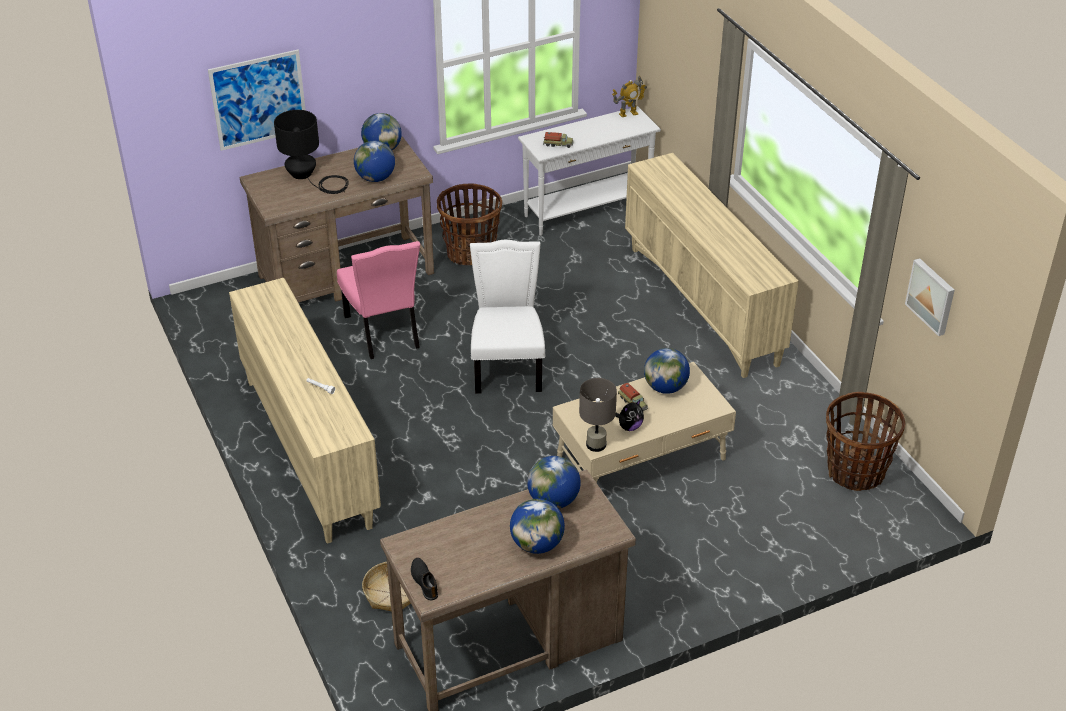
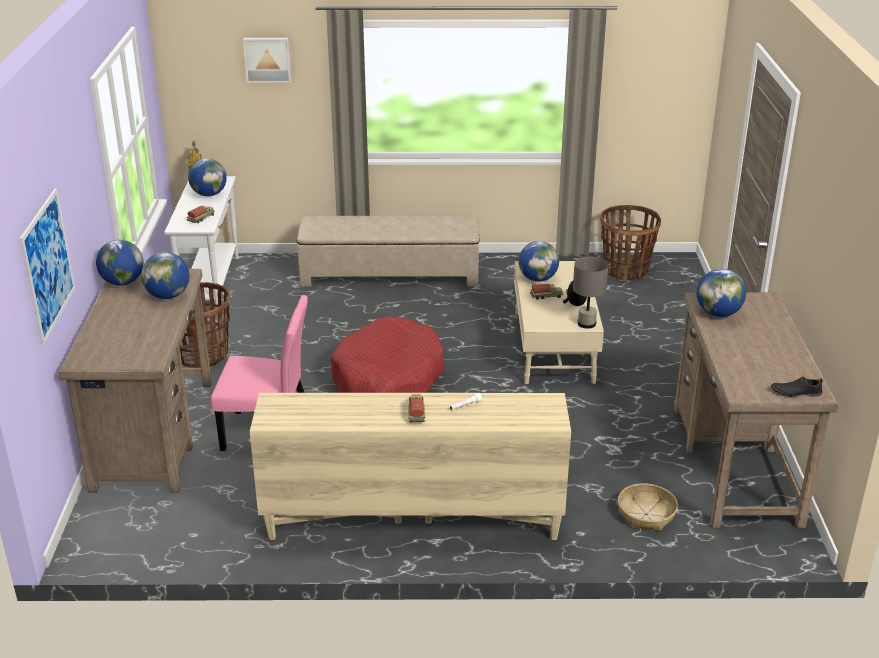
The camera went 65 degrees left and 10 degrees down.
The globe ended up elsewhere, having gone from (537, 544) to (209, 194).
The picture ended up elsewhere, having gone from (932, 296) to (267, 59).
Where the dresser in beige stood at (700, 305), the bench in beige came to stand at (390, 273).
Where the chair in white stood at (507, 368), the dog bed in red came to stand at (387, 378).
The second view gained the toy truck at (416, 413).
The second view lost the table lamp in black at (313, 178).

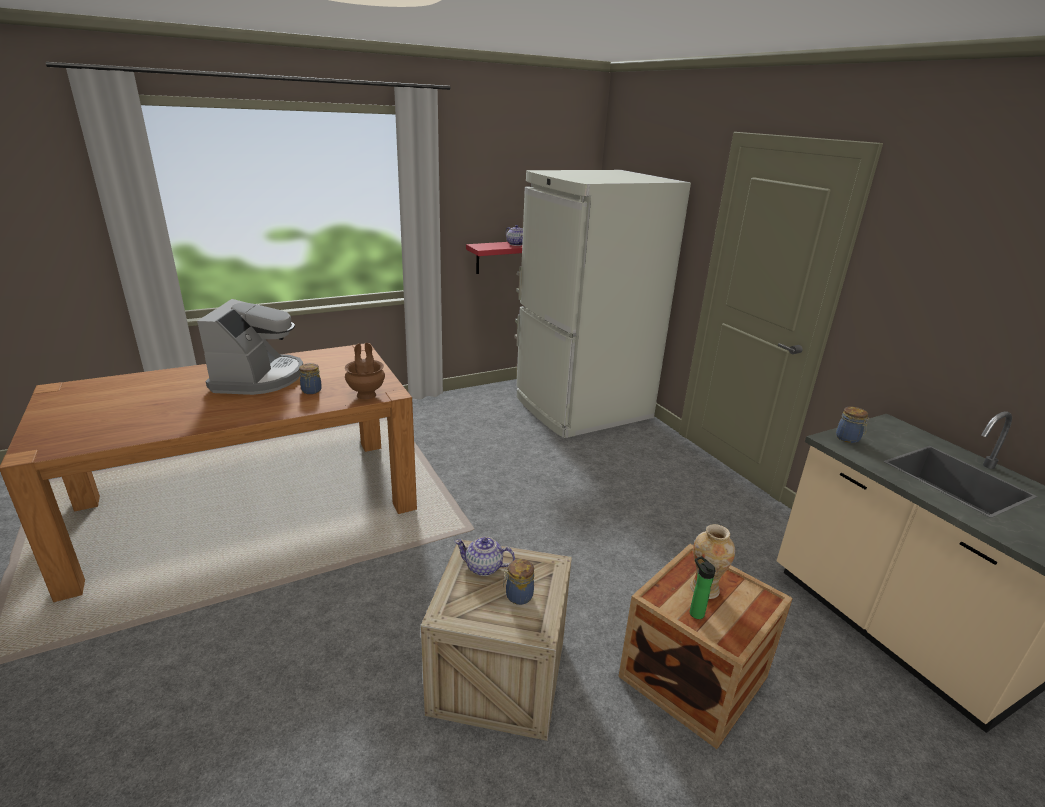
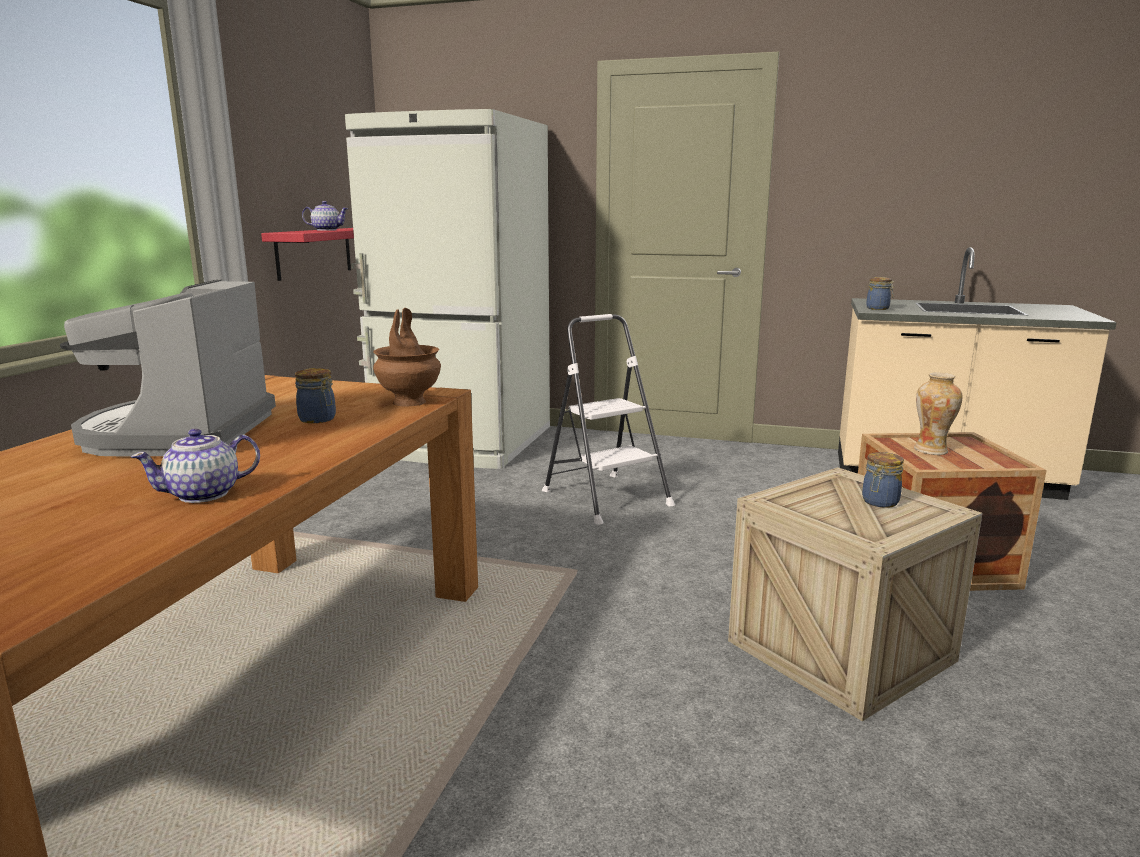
The camera went 45 degrees left and 10 degrees down.
The coffee machine at (259, 378) ended up facing another way, 135 degrees counterclockwise from before.
The teapot ended up elsewhere, having gone from (484, 567) to (204, 494).
The second view gained the step ladder in white at (604, 496).
The second view lost the bottle at (695, 612).

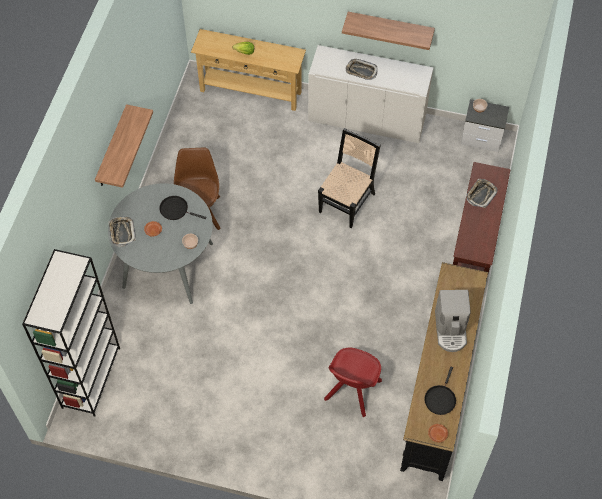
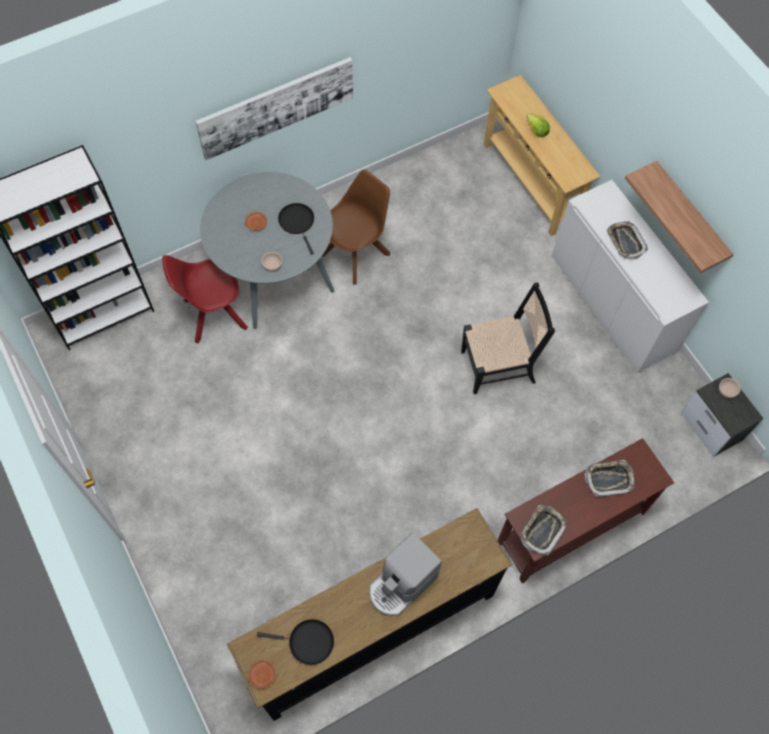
The camera went 45 degrees right and 5 degrees up.
The chair in red ended up elsewhere, having gone from (352, 391) to (213, 314).
Where the shelf hung at (112, 148), the picture came to hang at (276, 107).
The frying pan in black at (440, 398) ended up facing another way, 150 degrees counterclockwise from before.
The tray ended up elsewhere, having gone from (122, 232) to (542, 530).

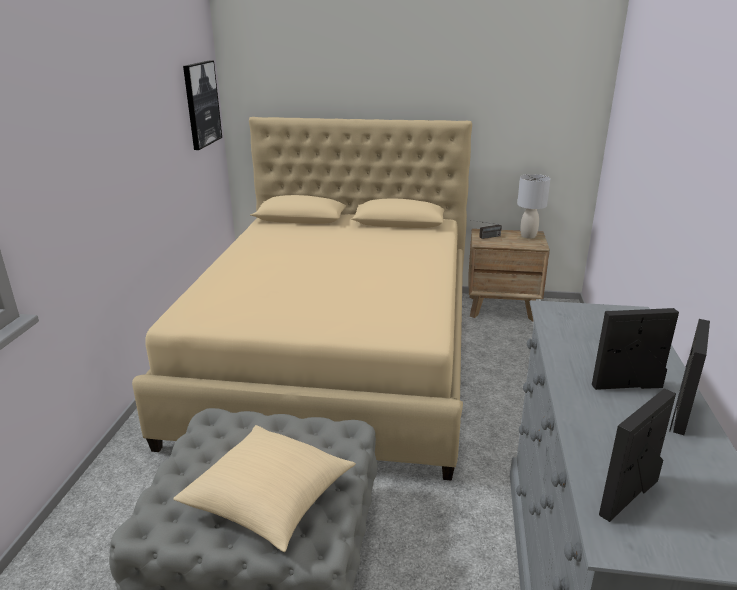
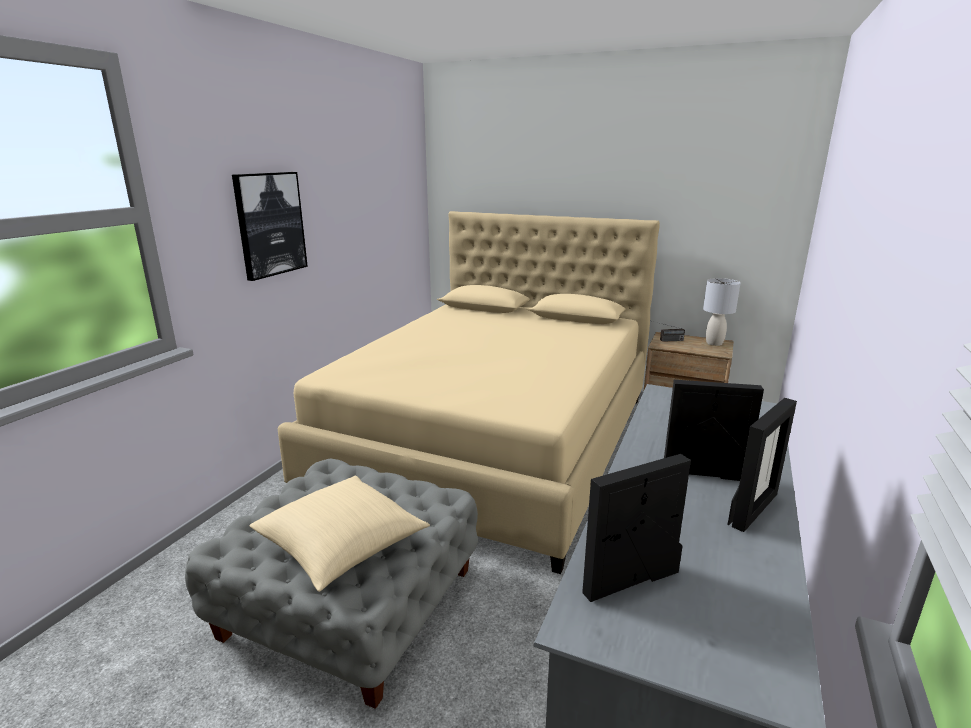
The camera went 15 degrees right and 5 degrees down.
The picture ended up elsewhere, having gone from (201, 104) to (270, 224).

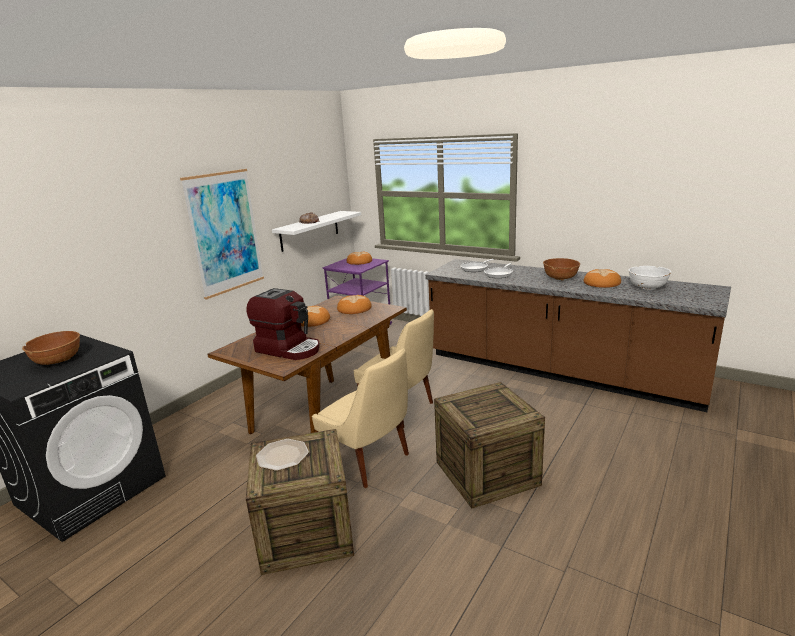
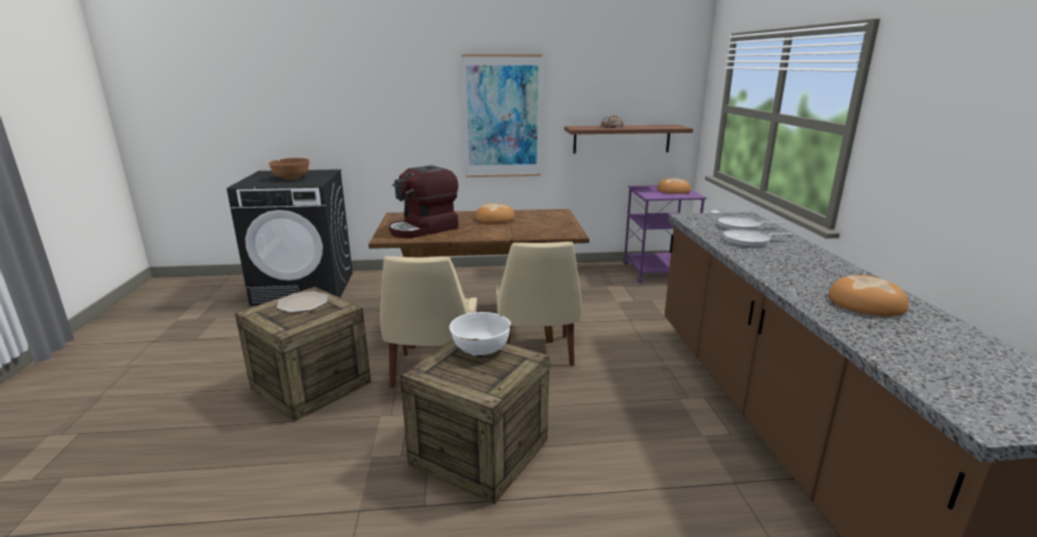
The camera went 50 degrees right and 0 degrees up.
The coffee machine at (289, 349) ended up facing another way, 60 degrees clockwise from before.
The bowl in white ended up elsewhere, having gone from (647, 287) to (481, 349).
What was the shelf in white at (309, 230) turned into the shelf in brown at (621, 139).
The second view lost the bread at (354, 308).
The second view lost the bowl in brown at (560, 278).

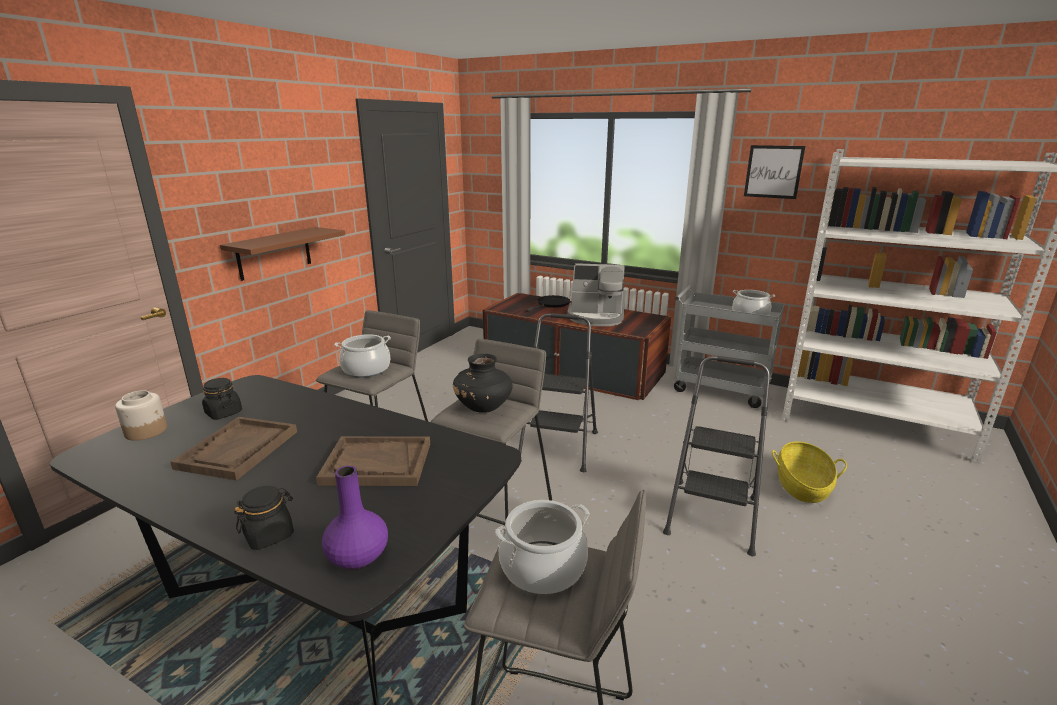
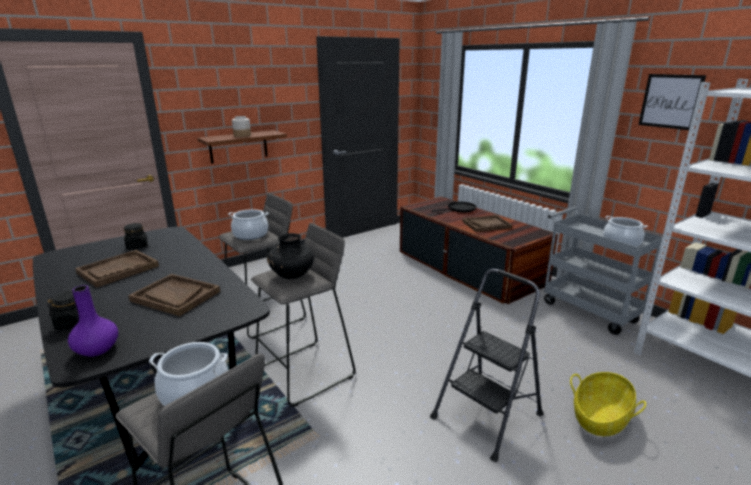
The camera went 25 degrees right and 0 degrees up.
The jar ended up elsewhere, having gone from (147, 431) to (242, 135).
Where the coffee machine stood at (596, 317), the tray in brown came to stand at (486, 225).
The second view lost the step ladder in black at (559, 444).

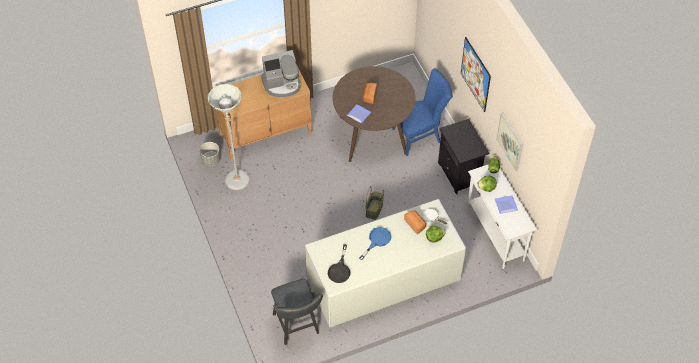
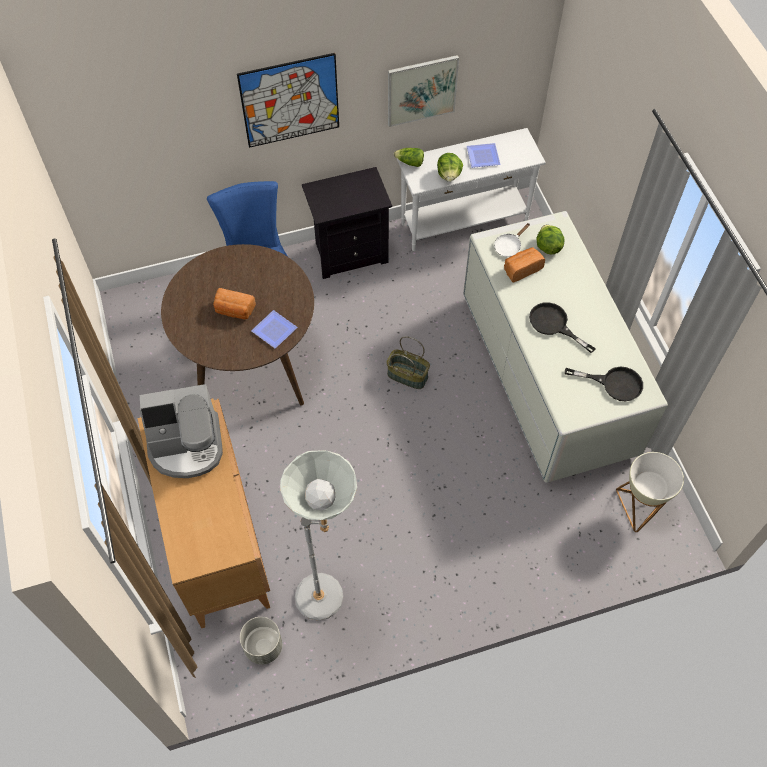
The camera went 85 degrees left and 5 degrees up.
The coffee machine at (282, 84) ended up facing another way, 90 degrees clockwise from before.
What was the frying pan in blue at (377, 240) turned into the frying pan in black at (553, 325).
Where the stool in grey stood at (297, 328), the planter came to stand at (639, 506).

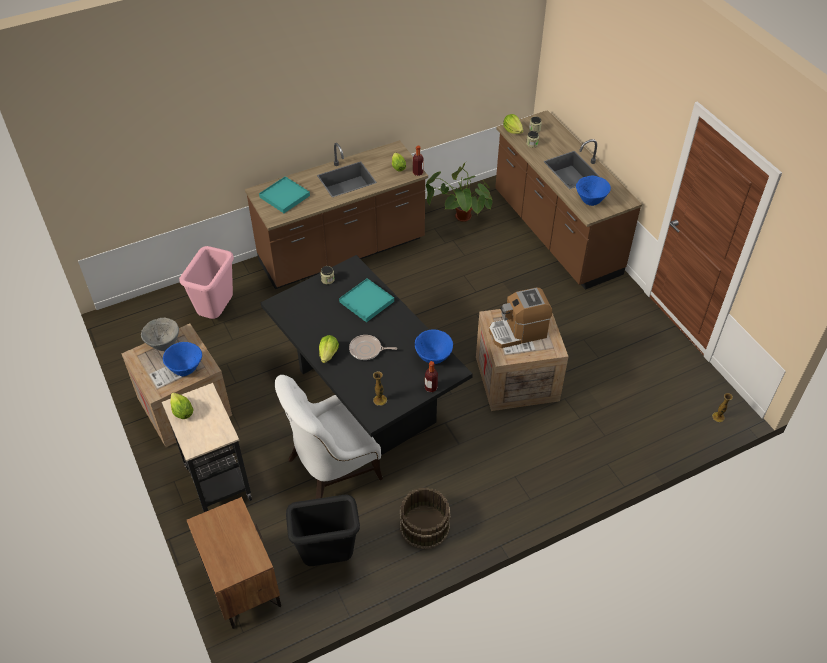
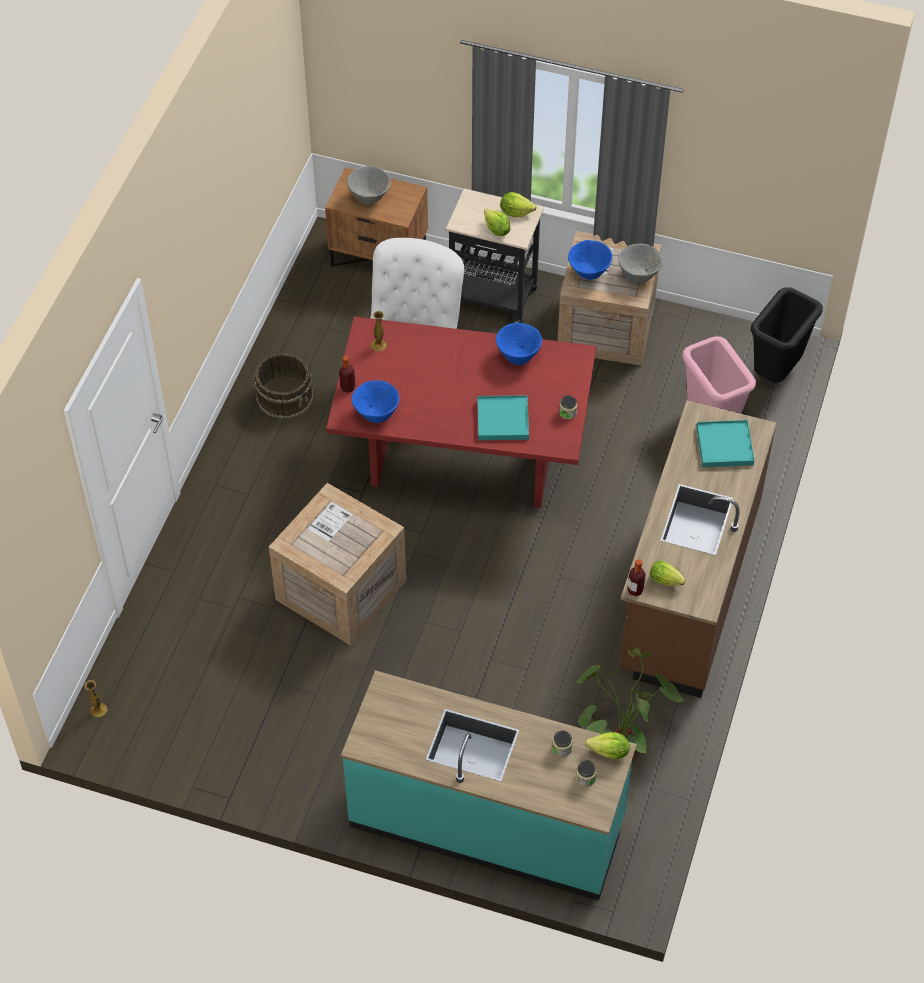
The camera went 135 degrees right and 5 degrees up.
What was the dining table in black at (365, 396) turned into the dining table in red at (464, 458).
What was the counter in brown at (555, 234) turned into the counter in turquoise at (487, 822).
The second view gained the bowl in grey at (369, 198).
The lettuce ended up elsewhere, having gone from (328, 354) to (496, 230).
The bowl in blue ended up elsewhere, having gone from (590, 201) to (518, 356).
The trash can in black ended up elsewhere, having gone from (327, 558) to (776, 372).
The second view lost the frying pan at (367, 350).
The second view lost the coffee machine at (518, 332).

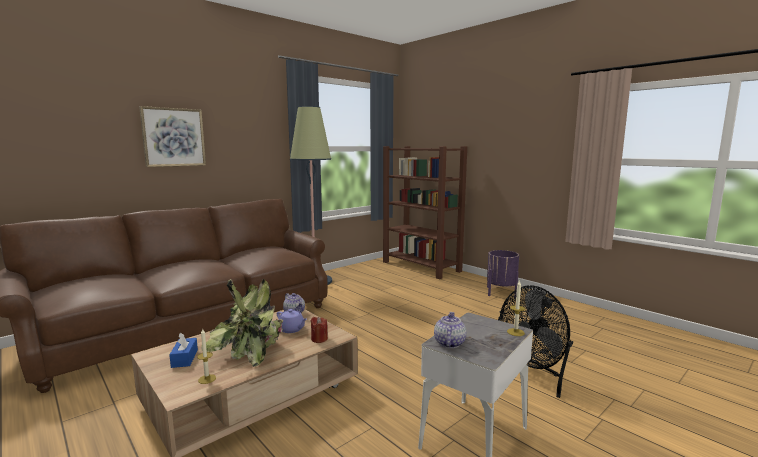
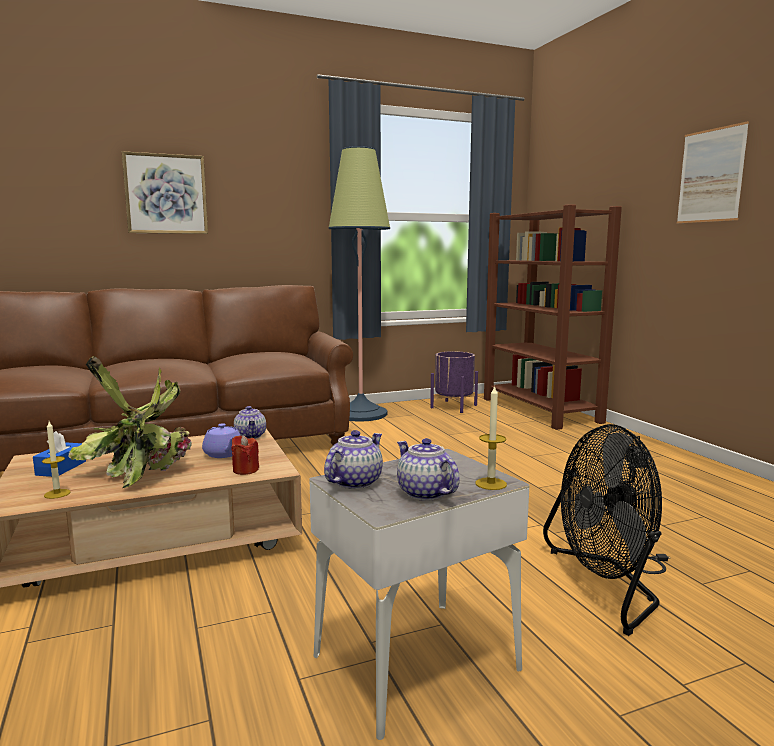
The camera went 20 degrees right and 0 degrees up.
The second view gained the teapot at (424, 493).
The planter in purple ended up elsewhere, having gone from (501, 292) to (453, 406).
The second view gained the picture at (711, 175).

